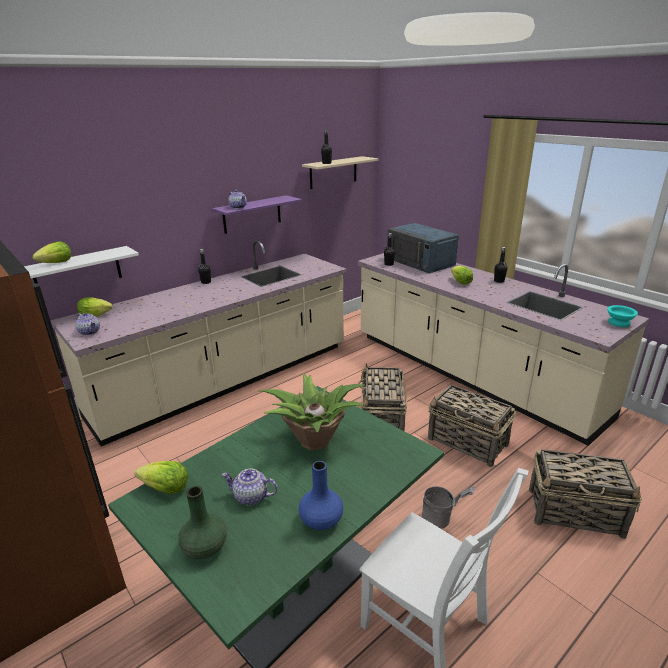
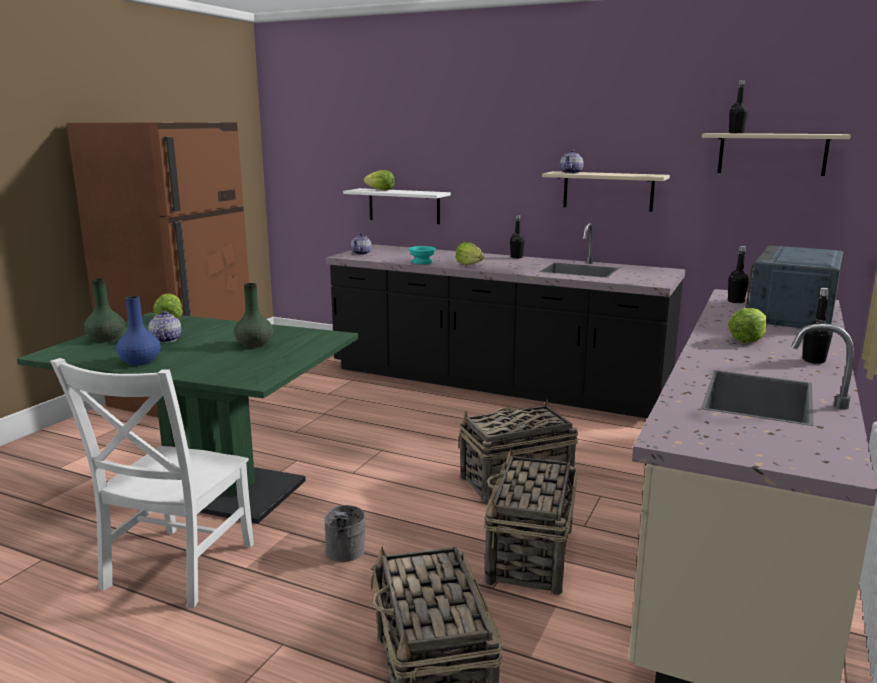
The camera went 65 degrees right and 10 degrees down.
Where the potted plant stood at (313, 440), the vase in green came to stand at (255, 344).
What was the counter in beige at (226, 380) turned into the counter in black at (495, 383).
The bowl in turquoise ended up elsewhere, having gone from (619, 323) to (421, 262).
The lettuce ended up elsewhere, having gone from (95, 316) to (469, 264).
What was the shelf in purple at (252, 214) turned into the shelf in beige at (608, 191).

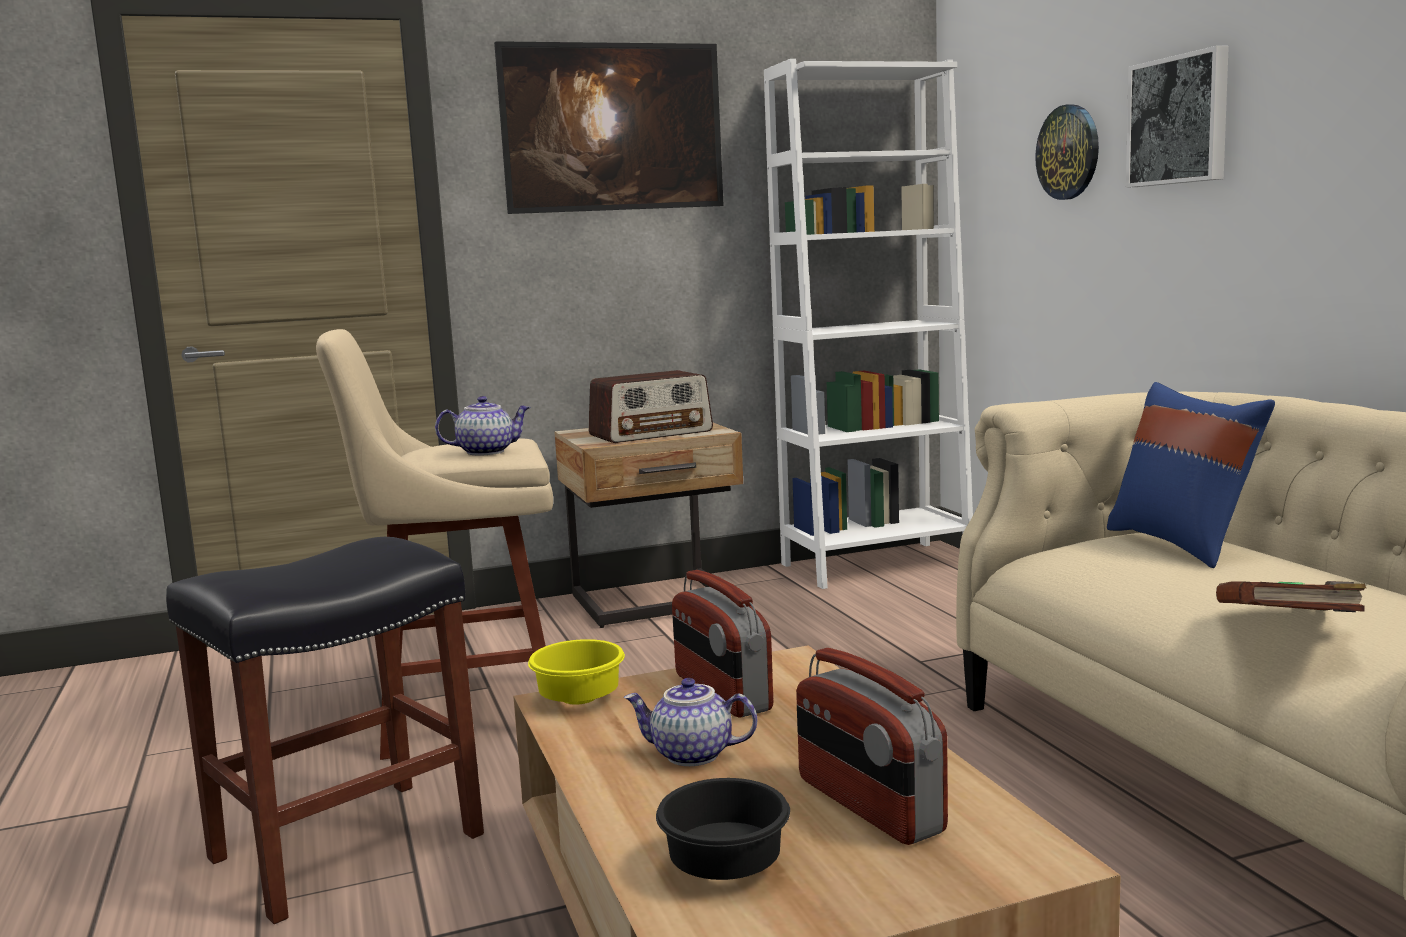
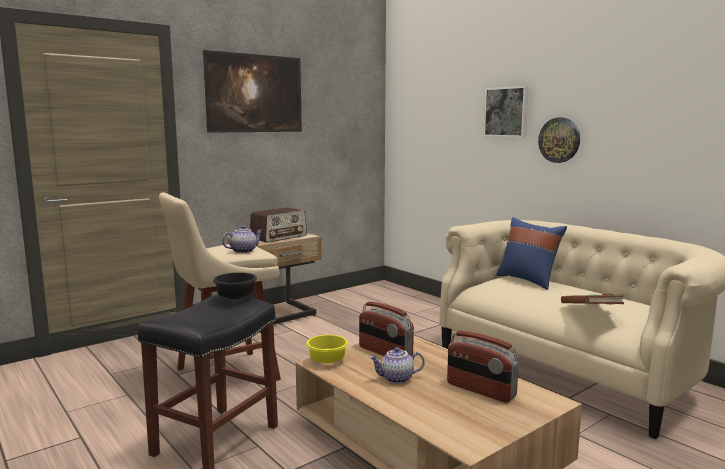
The camera went 20 degrees left and 0 degrees up.
The bowl in black ended up elsewhere, having gone from (722, 865) to (234, 297).
The wall clock ended up elsewhere, having gone from (1068, 152) to (559, 140).
The second view lost the bookcase in white at (876, 564).

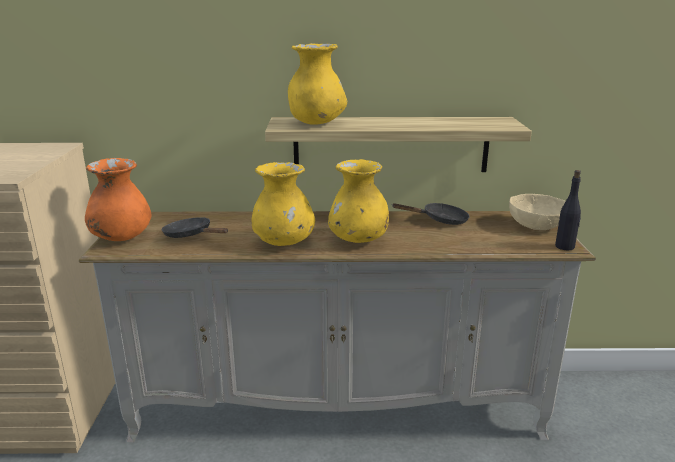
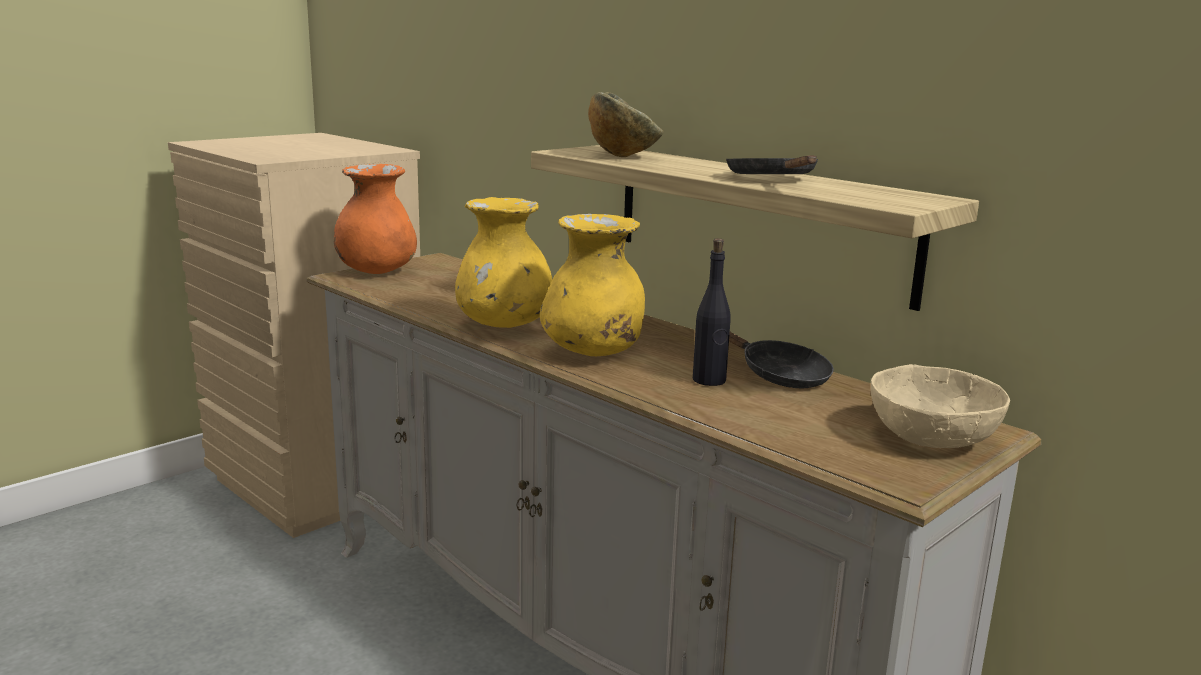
The camera went 45 degrees right and 5 degrees down.
Where the vase in yellow stood at (316, 123), the bowl came to stand at (622, 155).
The bottle in black ended up elsewhere, having gone from (565, 247) to (709, 380).
The frying pan in black ended up elsewhere, having gone from (191, 235) to (774, 180).

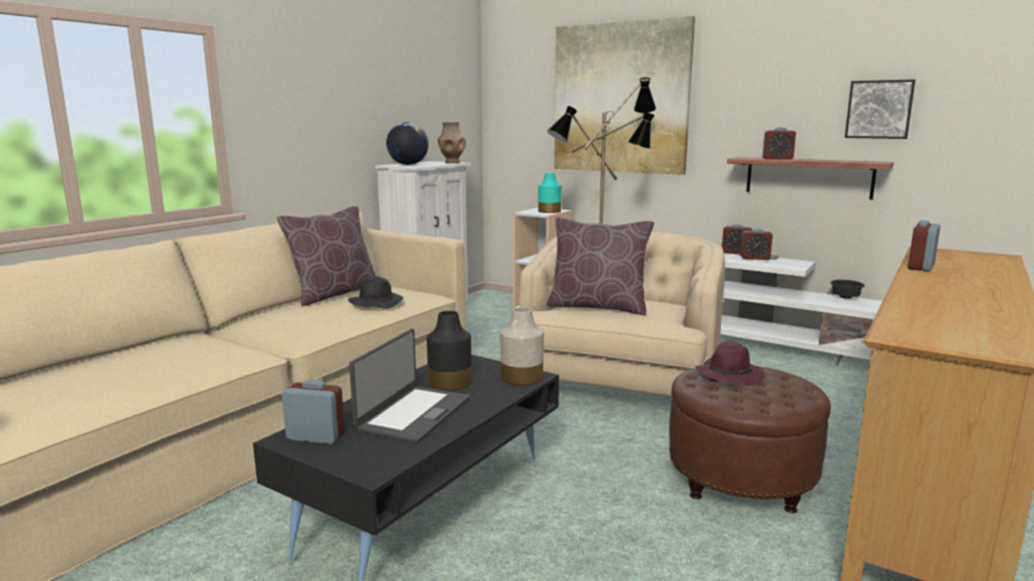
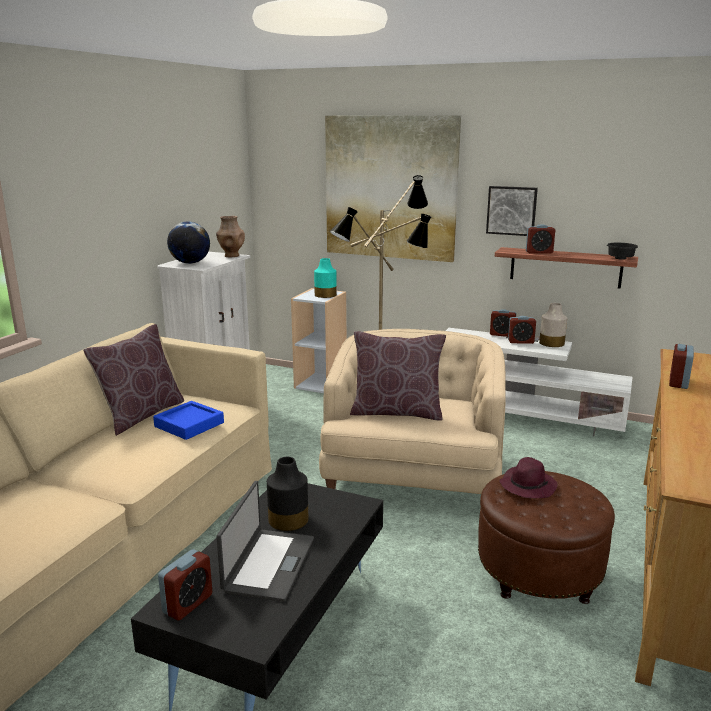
The camera went 10 degrees left and 5 degrees up.
Where the hat in black stood at (377, 303), the tray in blue came to stand at (189, 425).
The alarm clock at (315, 437) ended up facing another way, 120 degrees clockwise from before.
The picture ended up elsewhere, having gone from (879, 109) to (511, 210).
The vase in beige ended up elsewhere, having gone from (521, 377) to (551, 343).
The bowl in black ended up elsewhere, having gone from (846, 297) to (621, 259).

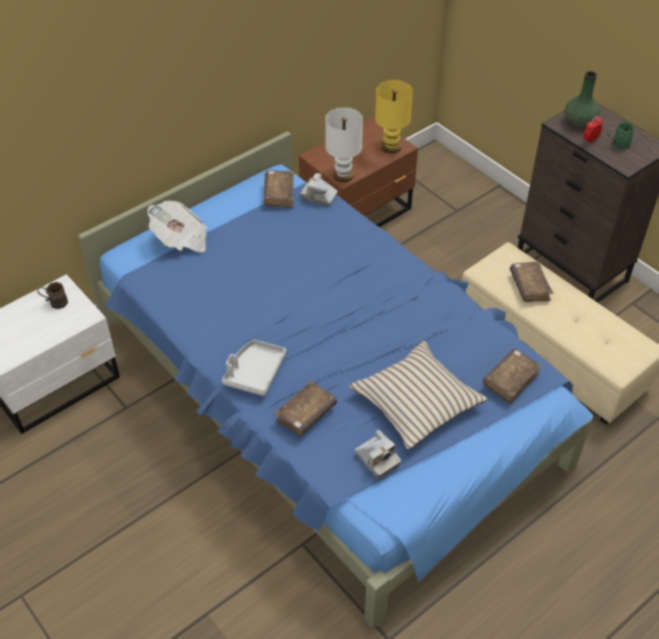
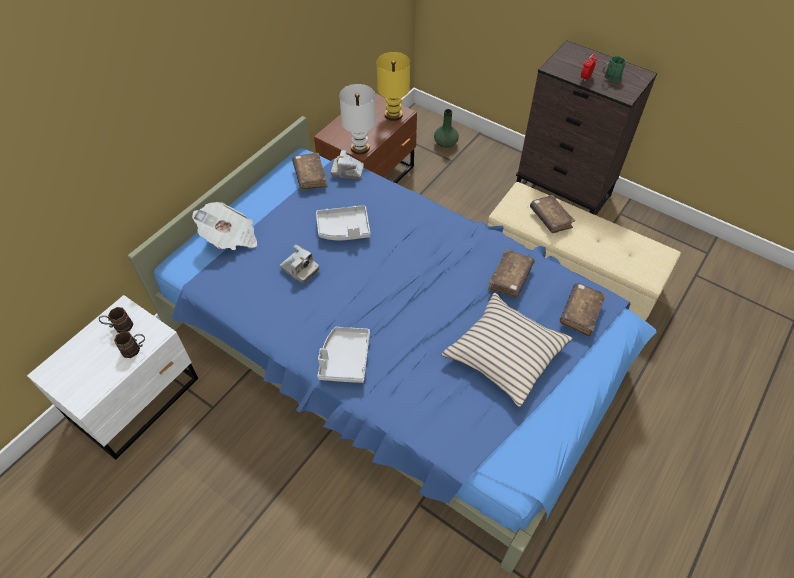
The camera went 15 degrees left and 5 degrees up.
The second view gained the mug in brown at (135, 349).
The photo camera ended up elsewhere, having gone from (377, 459) to (299, 269).
The second view gained the tray in grey at (344, 229).
The vase in green ended up elsewhere, having gone from (580, 121) to (445, 143).
The book in brown ended up elsewhere, having gone from (306, 414) to (510, 278).

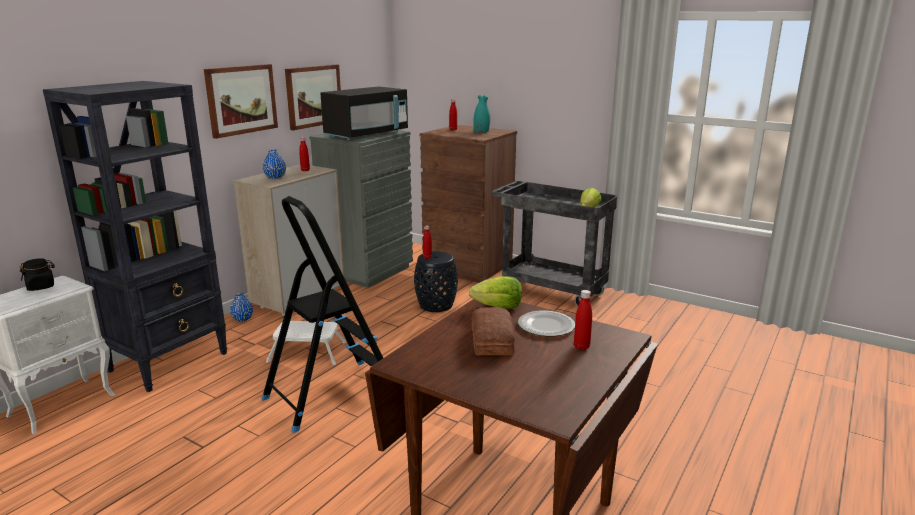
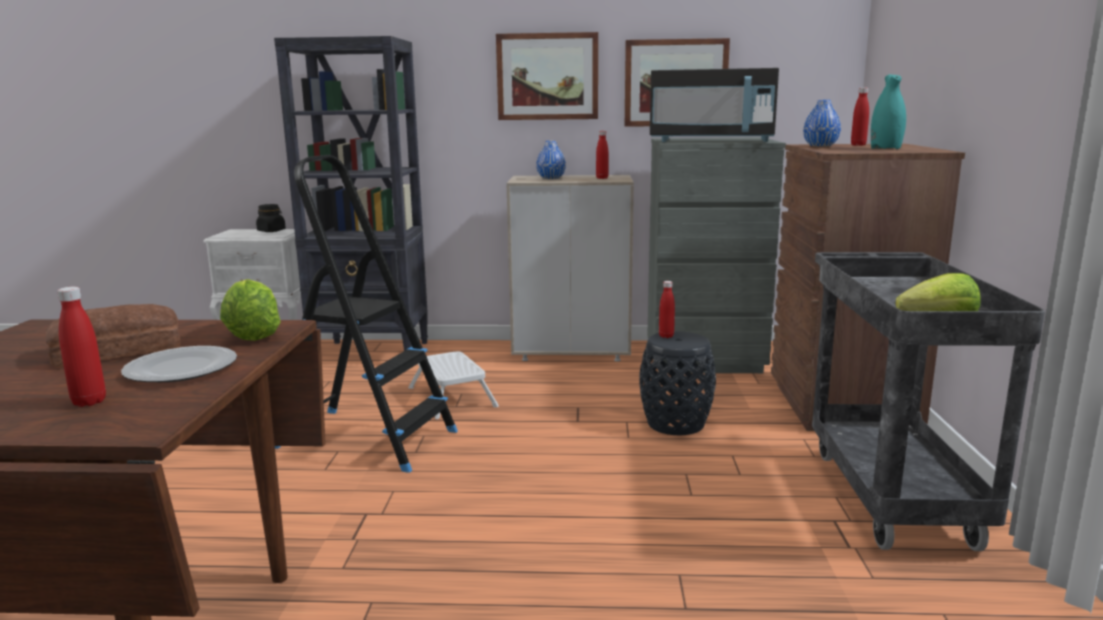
The camera went 60 degrees right and 5 degrees down.
The vase in blue ended up elsewhere, having gone from (242, 319) to (820, 146).

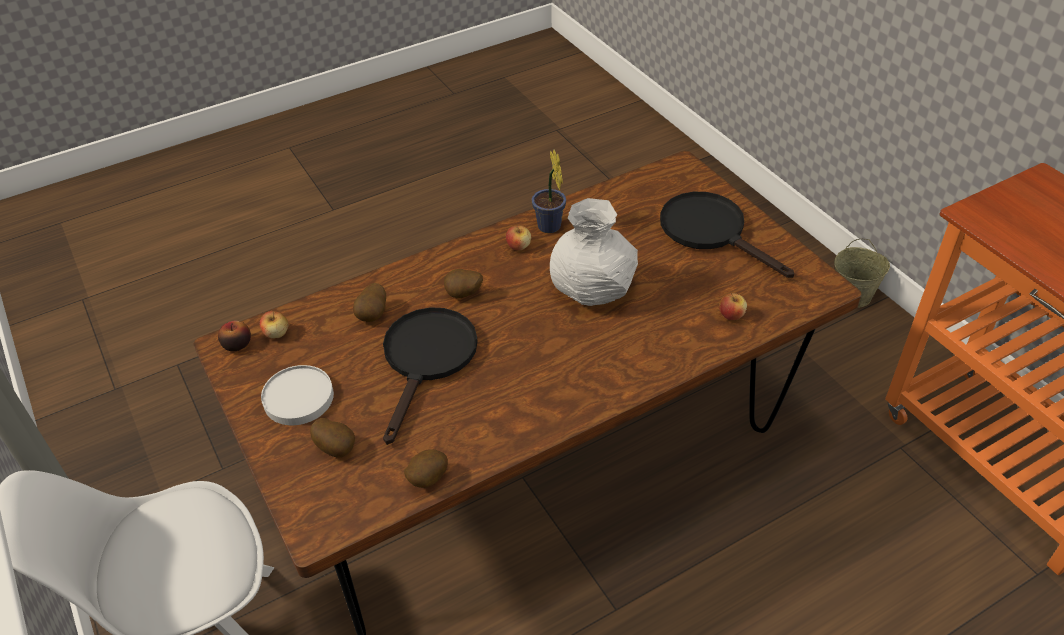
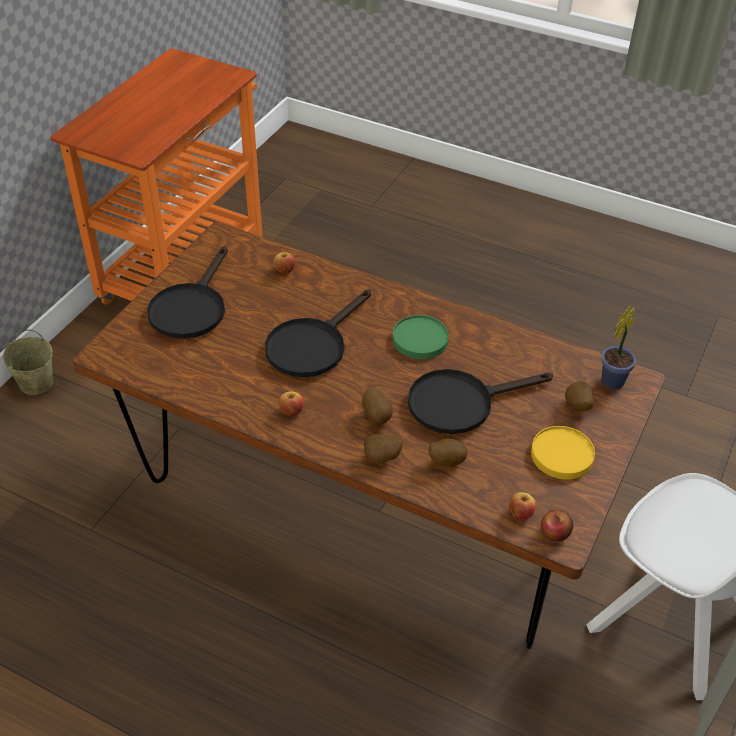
The camera went 125 degrees left and 0 degrees up.
Where the vase in white stood at (594, 291), the frying pan in black came to stand at (312, 345).
The potato ended up elsewhere, having gone from (426, 479) to (382, 459).
The second view gained the plate in green at (420, 339).
What was the plate in white at (299, 398) turned into the plate in yellow at (561, 455).
The potted plant ended up elsewhere, having gone from (550, 228) to (614, 379).

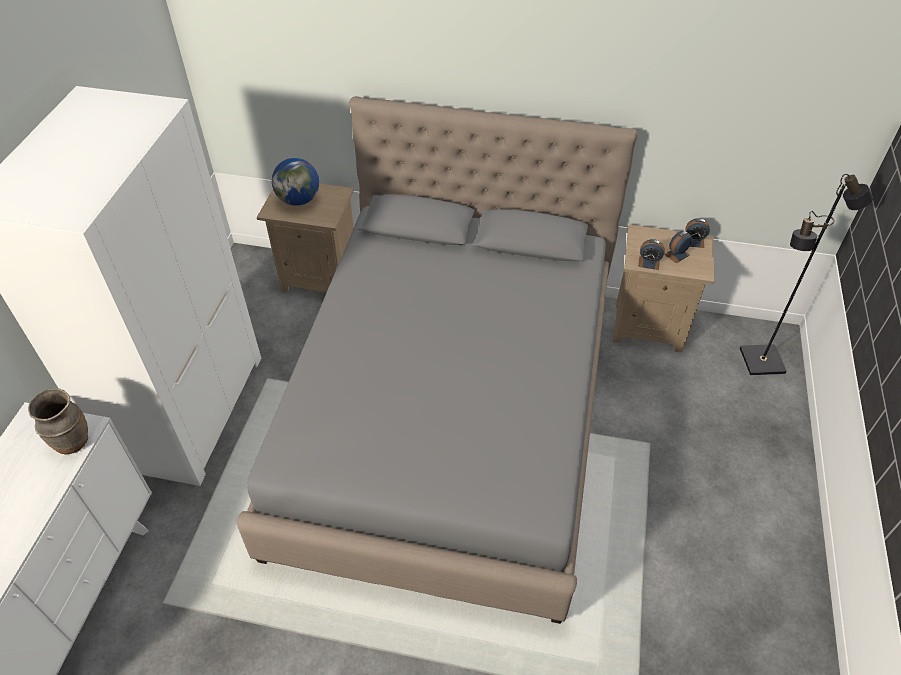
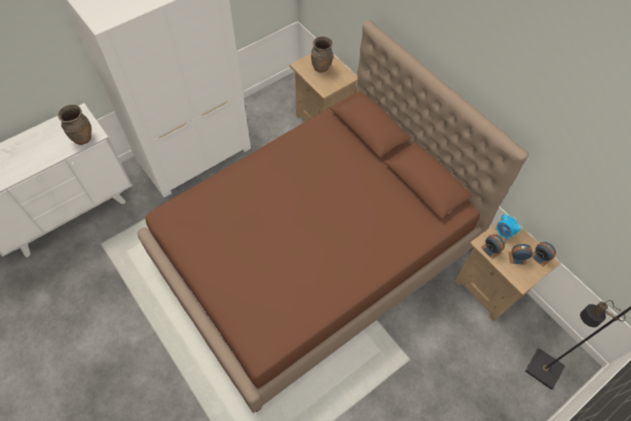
The camera went 40 degrees right and 10 degrees up.
What was the bed in grey at (451, 414) turned into the bed in brown at (315, 252).
Where the globe stood at (299, 200), the vase in brown came to stand at (321, 67).
The second view gained the alarm clock at (504, 233).

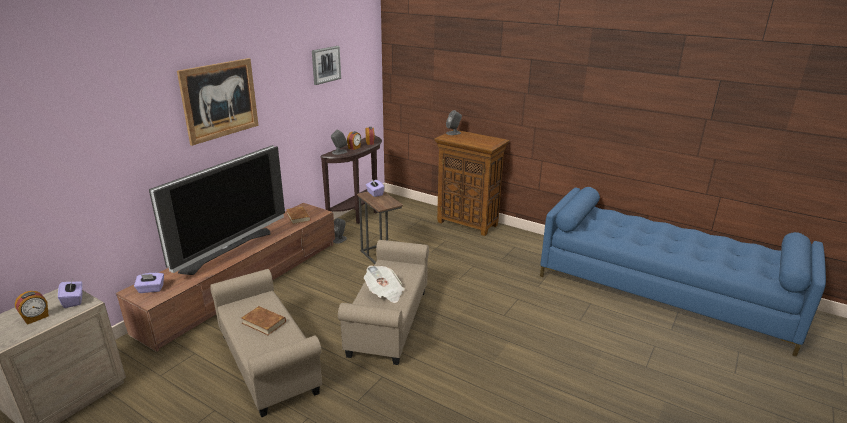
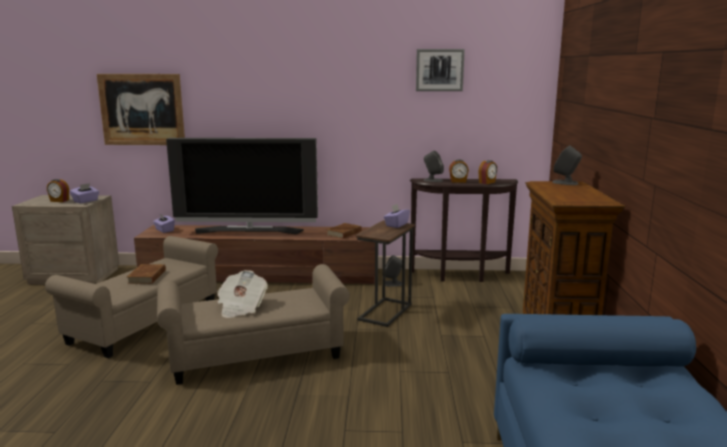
The camera went 60 degrees right and 10 degrees down.
The picture ended up elsewhere, having gone from (220, 100) to (142, 109).

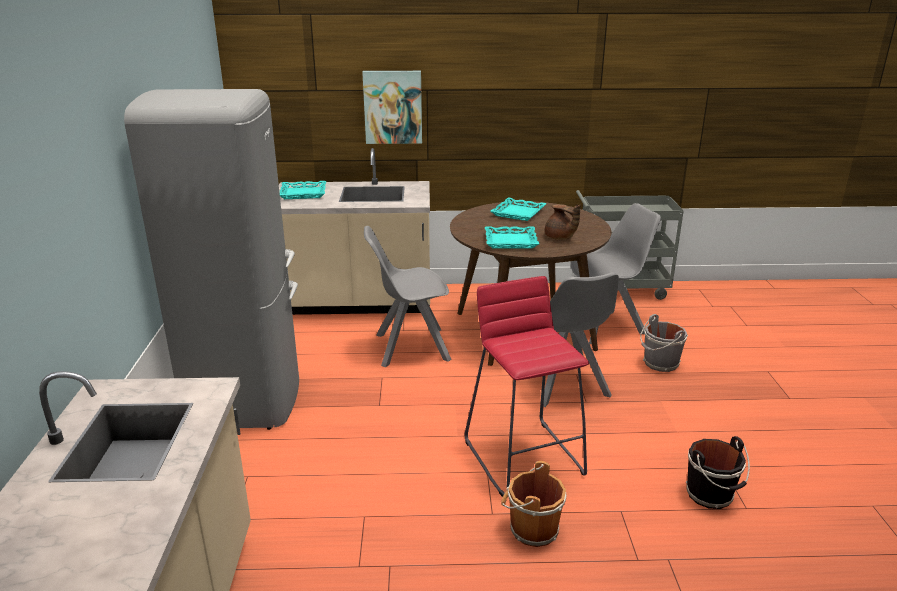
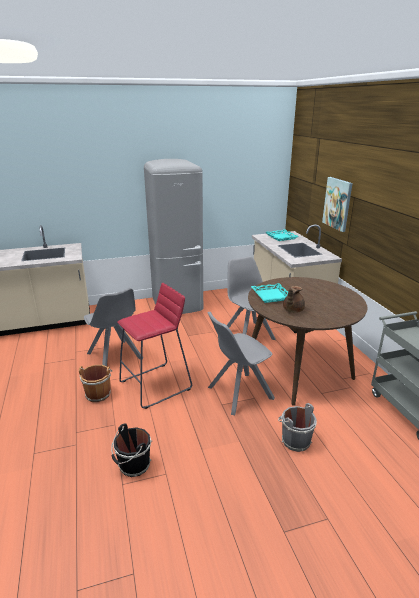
The camera went 75 degrees right and 0 degrees up.
The chair in grey ended up elsewhere, having gone from (604, 325) to (115, 357).
The second view lost the tray in turquoise at (518, 213).

